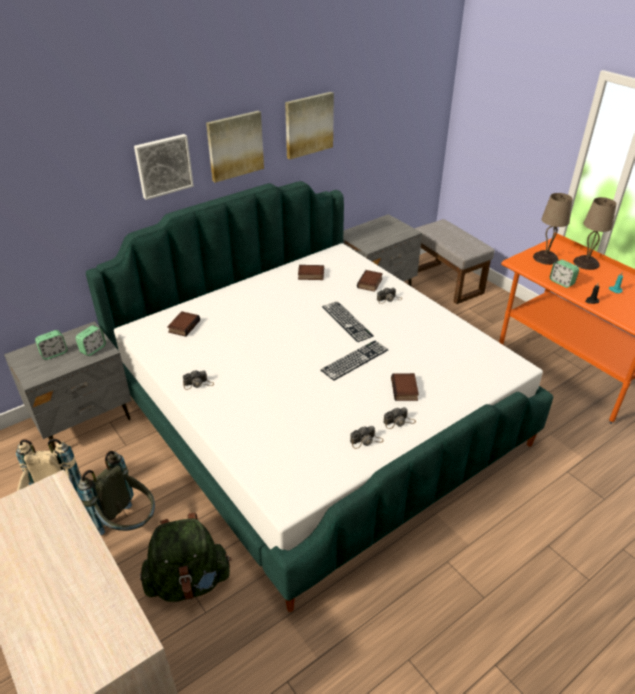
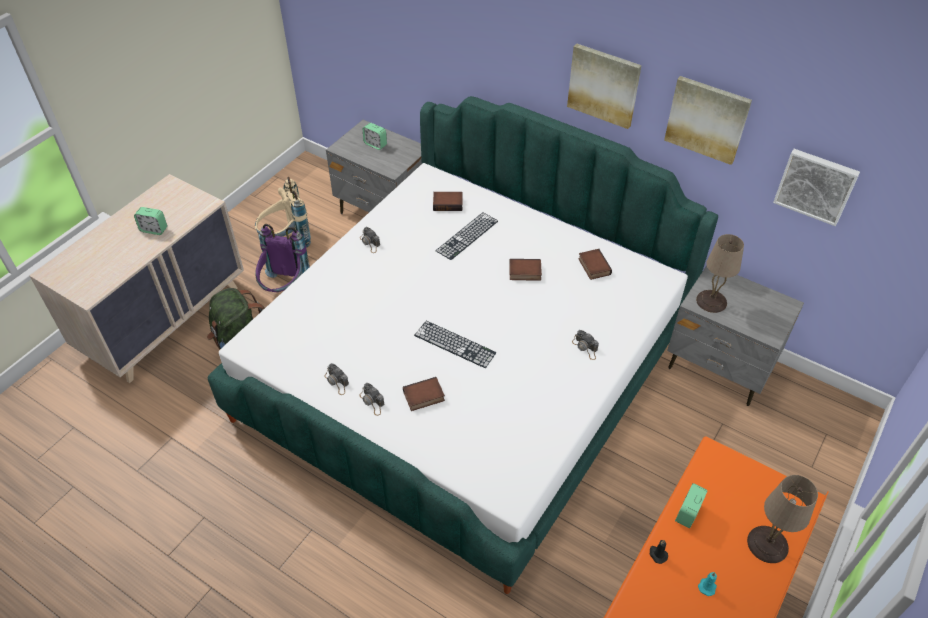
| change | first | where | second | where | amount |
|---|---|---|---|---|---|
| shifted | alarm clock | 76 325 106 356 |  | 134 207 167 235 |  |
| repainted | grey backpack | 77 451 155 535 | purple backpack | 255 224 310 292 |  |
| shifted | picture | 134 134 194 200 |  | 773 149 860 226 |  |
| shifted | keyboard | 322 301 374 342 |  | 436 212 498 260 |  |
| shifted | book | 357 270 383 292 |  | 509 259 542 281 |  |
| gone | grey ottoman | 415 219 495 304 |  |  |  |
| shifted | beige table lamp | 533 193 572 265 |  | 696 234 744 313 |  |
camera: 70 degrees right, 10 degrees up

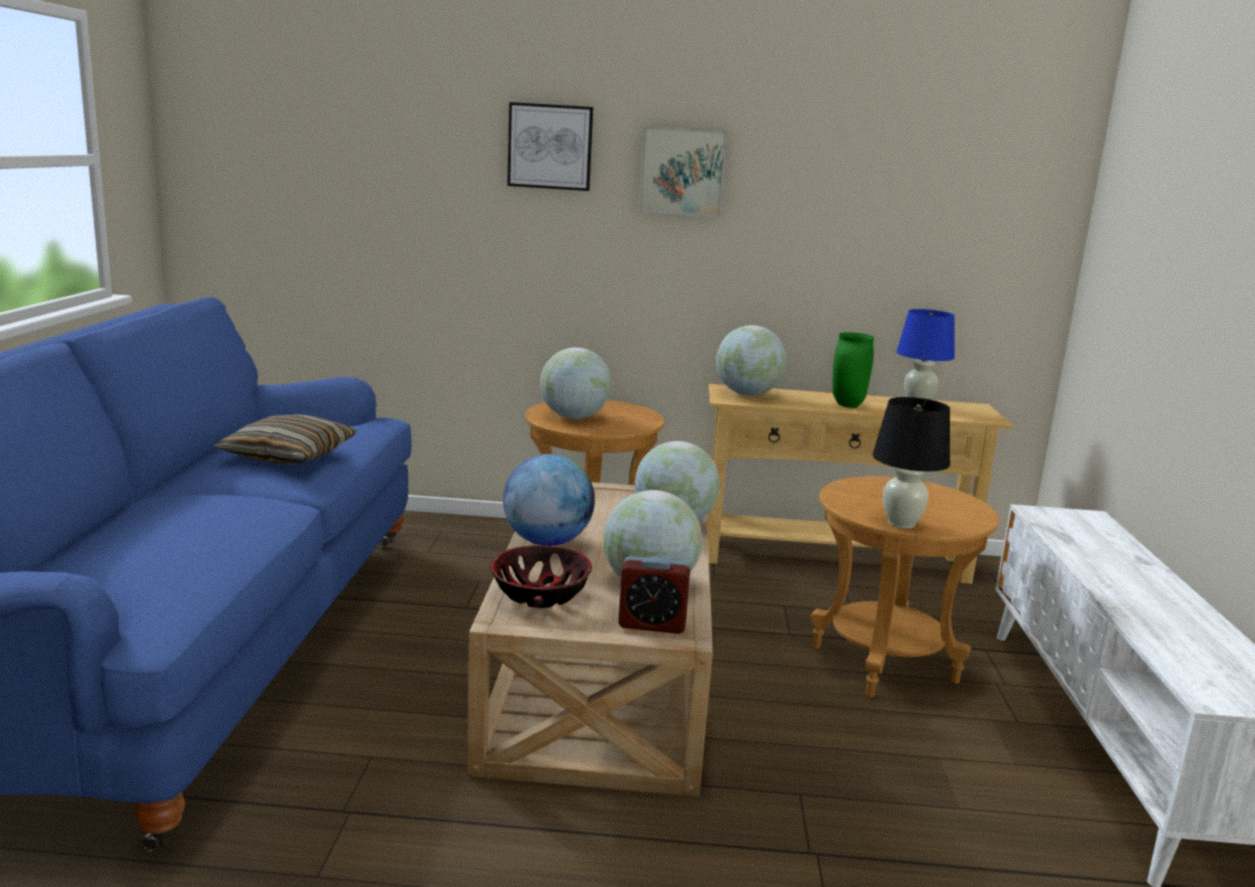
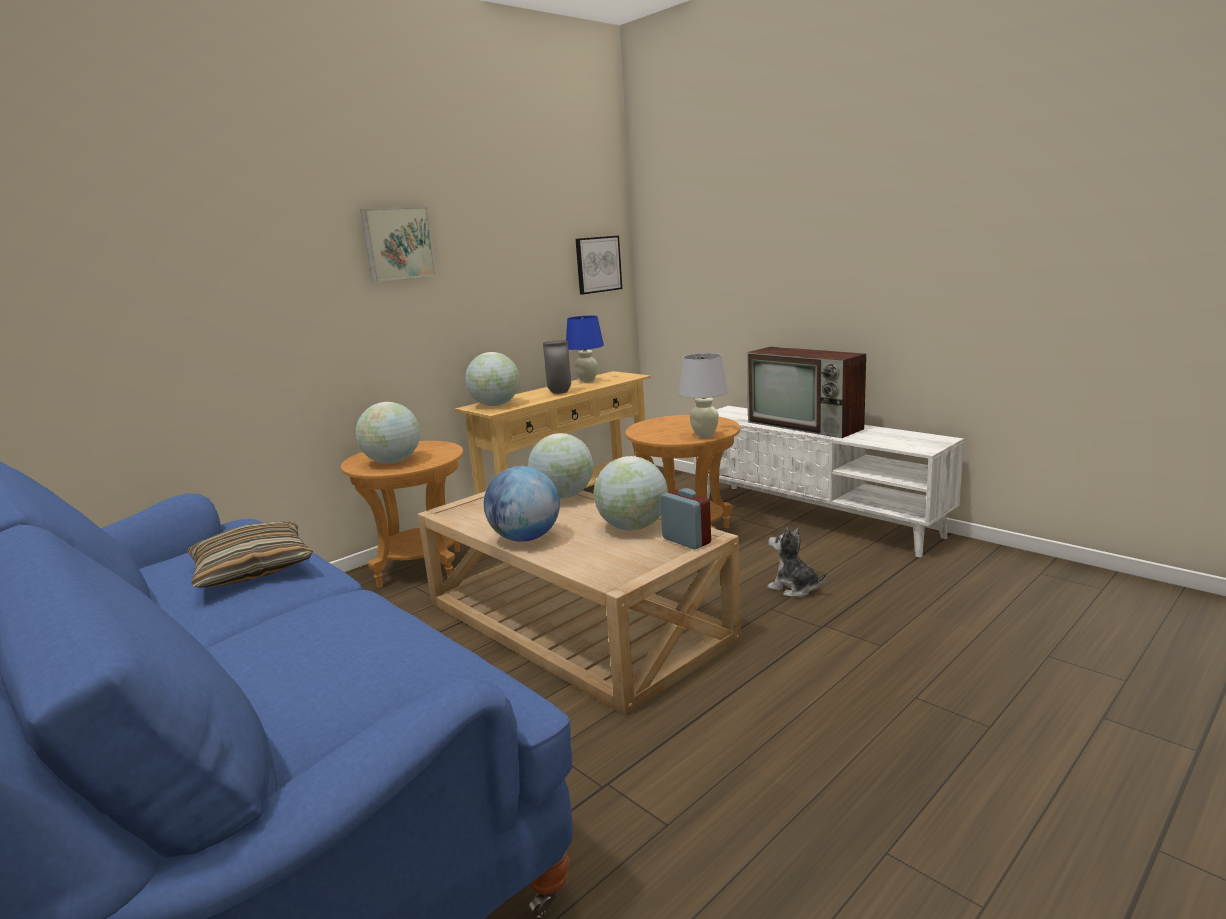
| change | first | where | second | where | amount |
|---|---|---|---|---|---|
| gone | bowl | 490 545 592 608 |  |  |  |
| shifted | picture | 507 102 593 191 |  | 575 236 622 295 |  |
| rotated | alarm clock | 618 556 691 634 |  | 660 488 711 549 | 90 degrees counterclockwise |
| repainted | green vase | 833 332 874 408 | grey vase | 543 340 571 394 |  |
| repainted | black table lamp | 873 397 950 529 | white table lamp | 679 353 728 438 |  |
| new |  |  | television | 747 347 866 438 |  |
| new |  |  | plush toy | 767 528 827 597 |  |
camera: 45 degrees left, 0 degrees up

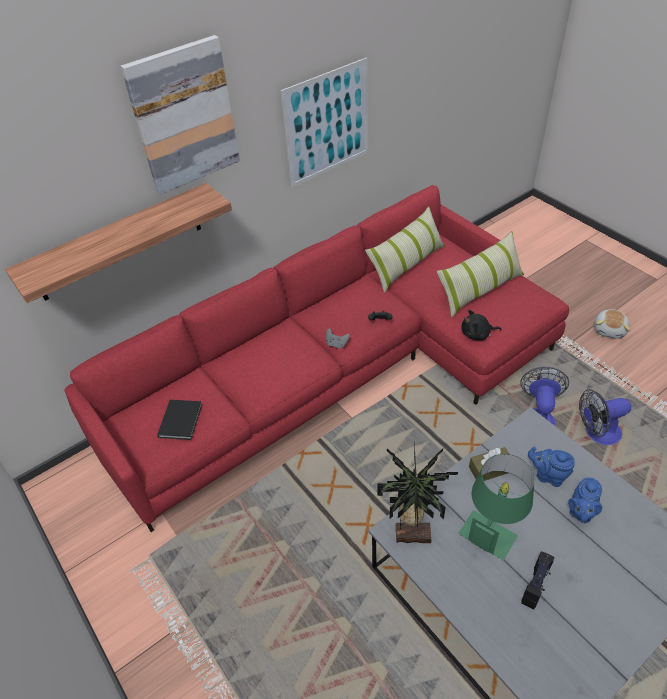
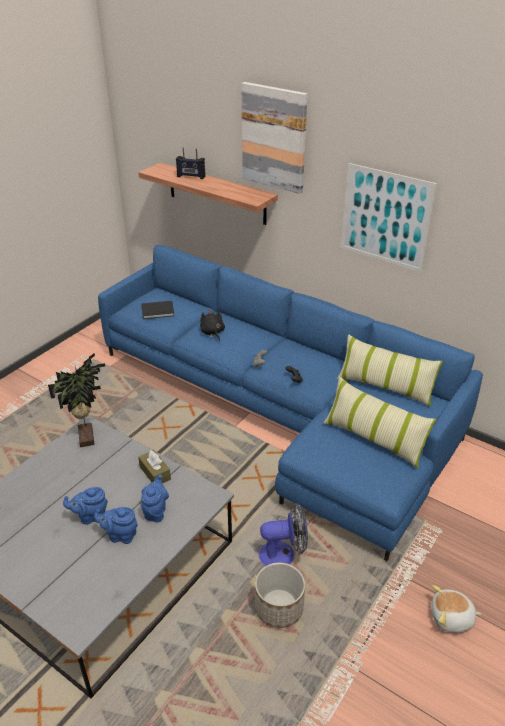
| change | first | where | second | where | amount |
|---|---|---|---|---|---|
| repainted | red sofa | 64 185 569 532 | blue sofa | 98 245 483 561 |  |
| gone | green table lamp | 458 454 534 560 |  |  |  |
| shifted | black plush toy | 461 310 501 340 |  | 200 310 225 342 |  |
| shifted | radio | 521 551 554 609 |  | 176 148 206 179 |  |
| swapped | fan | 579 389 631 445 | planter | 255 562 305 628 |  |
| new |  |  | blue teapot | 63 487 108 525 |  |
camera: 70 degrees right, 10 degrees down

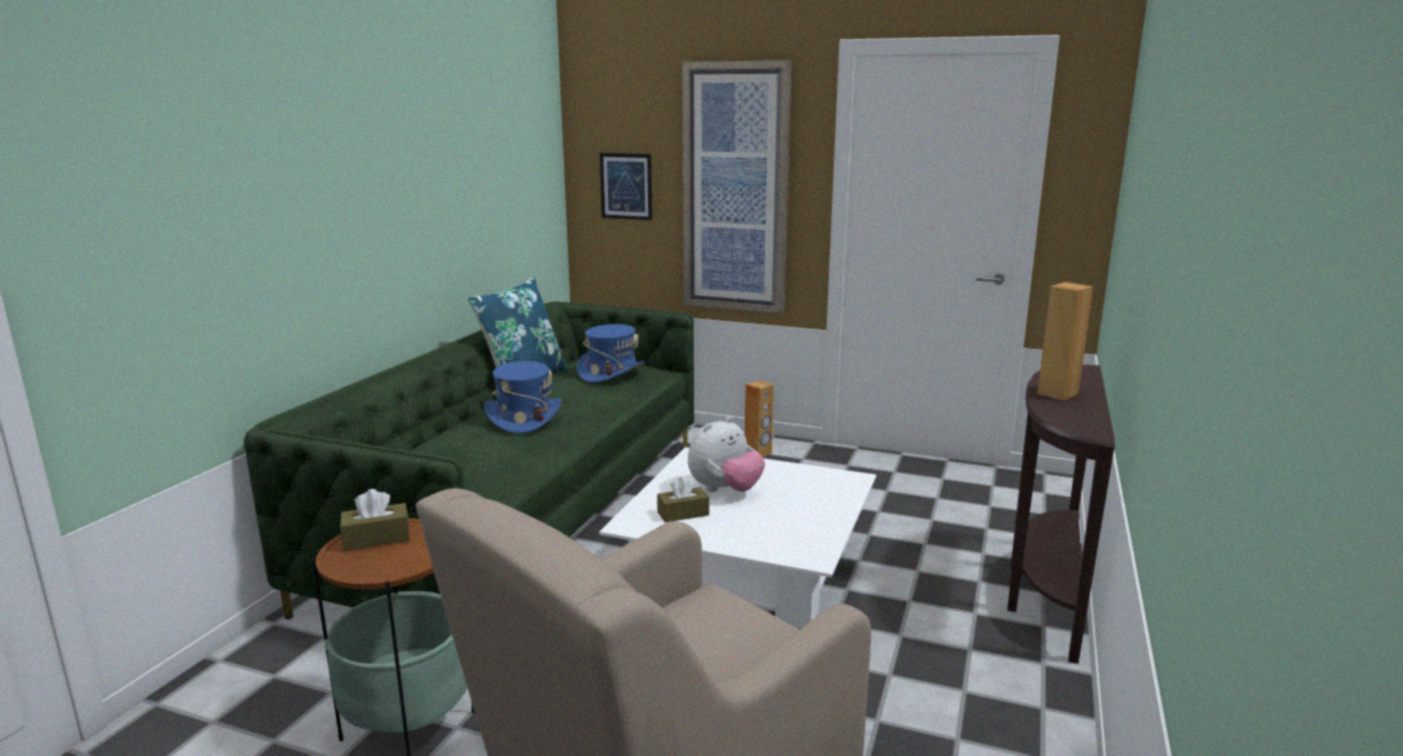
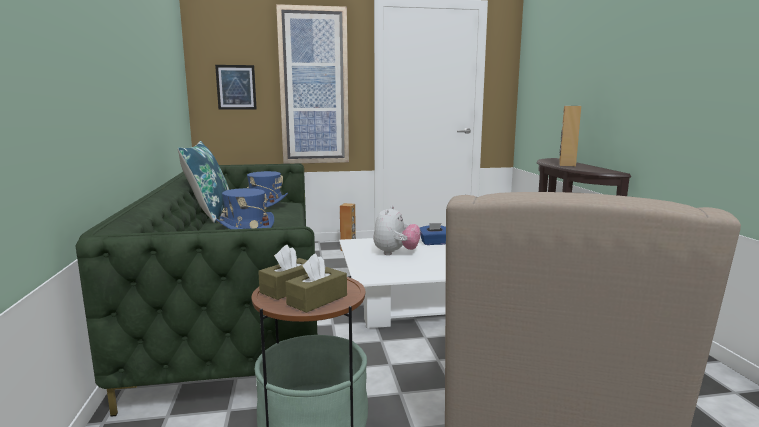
| change | first | where | second | where | amount |
|---|---|---|---|---|---|
| shifted | brown tissue box | 657 476 709 523 |  | 285 254 347 313 |  |
| new |  |  | blue tissue box | 420 223 446 245 |  |
camera: 30 degrees left, 5 degrees down

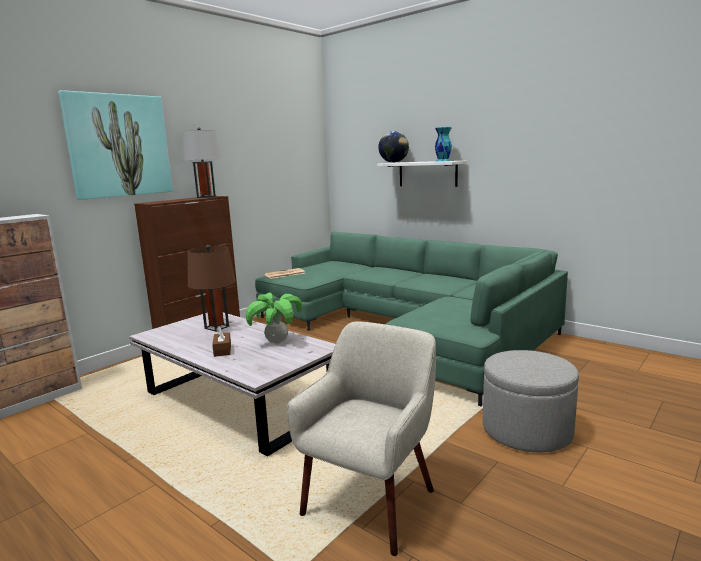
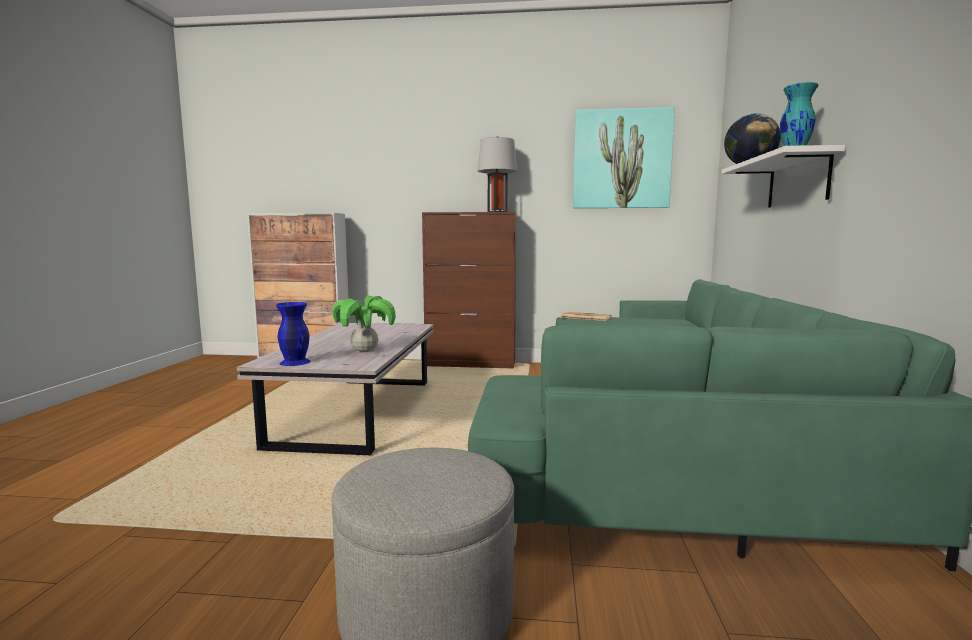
| change | first | where | second | where | amount |
|---|---|---|---|---|---|
| shifted | picture | 58 90 173 200 |  | 573 107 675 208 |  |
| gone | brown table lamp | 188 245 236 332 |  |  |  |
| gone | brown tissue box | 212 326 231 357 |  |  |  |
| gone | beige armchair | 287 321 436 556 |  |  |  |
| new |  |  | blue vase | 276 302 311 366 |  |
camera: 55 degrees right, 5 degrees down

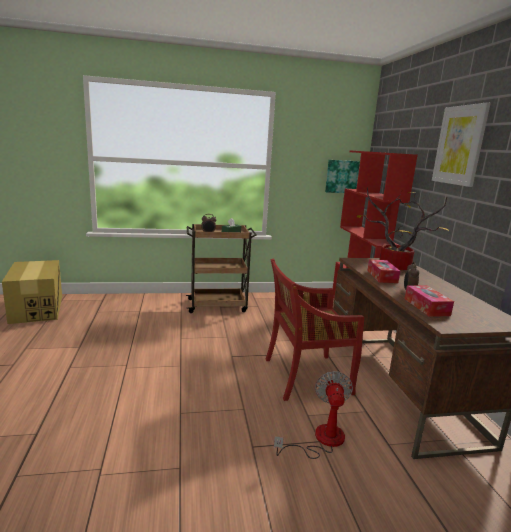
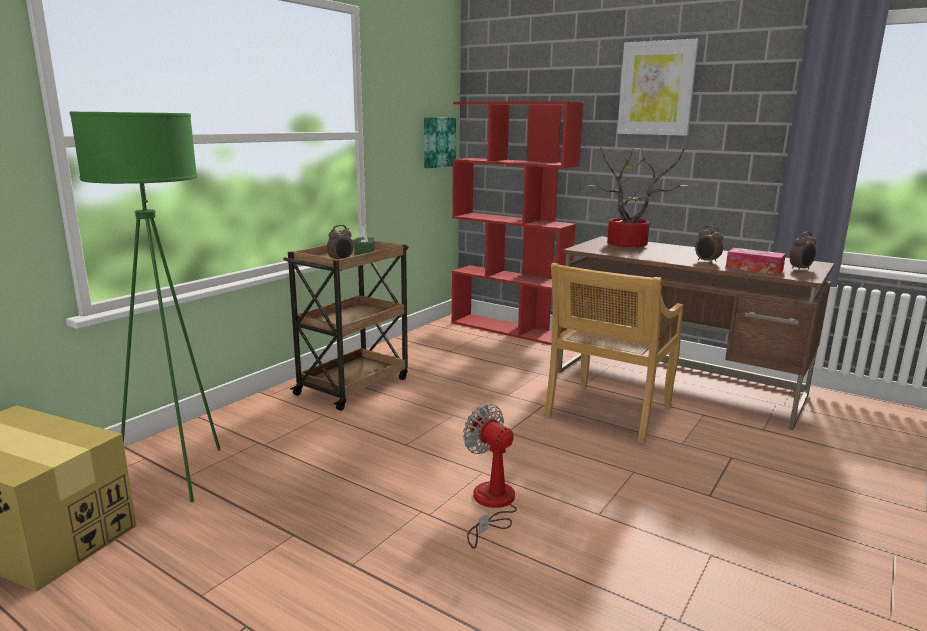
| change | first | where | second | where | amount |
|---|---|---|---|---|---|
| repainted | red chair | 266 259 364 401 | beige chair | 544 263 683 443 |  |
| shifted | fan | 274 371 353 459 |  | 463 404 517 549 |  |
| gone | tissue box | 367 259 400 283 |  |  |  |
| new |  |  | green floor lamp | 70 112 221 502 |  |
| new |  |  | alarm clock | 790 232 817 271 |  |
camera: 45 degrees left, 0 degrees up

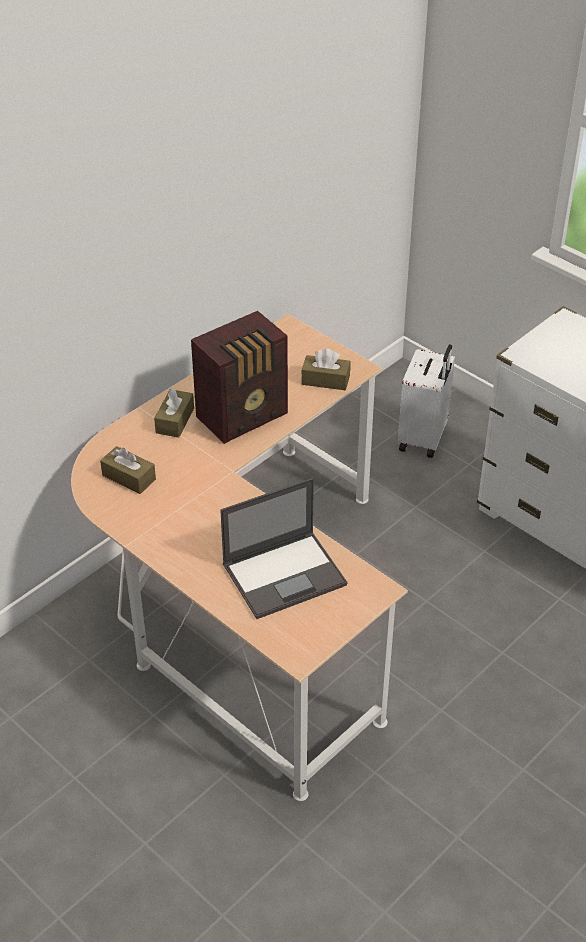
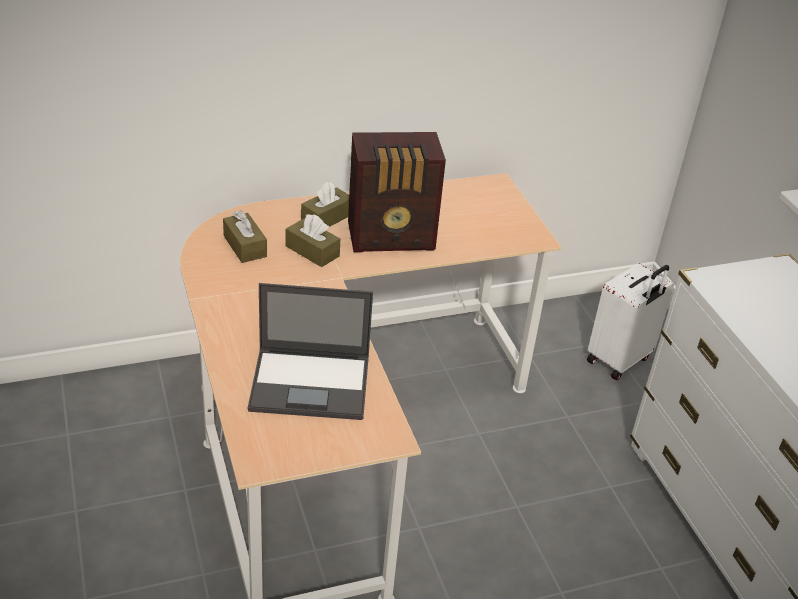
| change | first | where | second | where | amount |
|---|---|---|---|---|---|
| shifted | brown tissue box | 301 349 350 390 |  | 286 214 340 267 |  |
camera: 25 degrees right, 5 degrees down

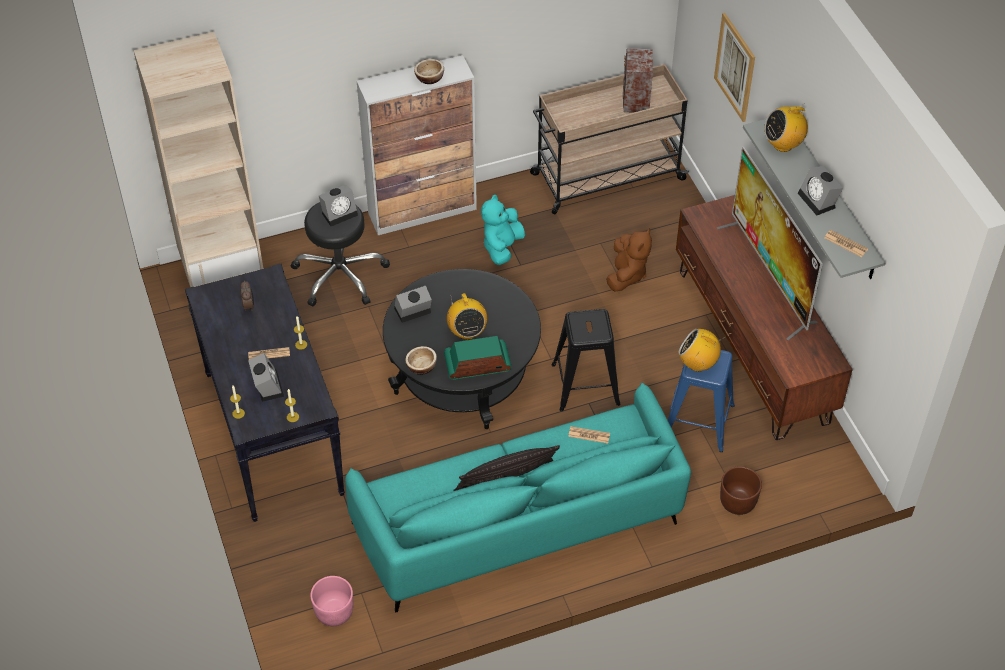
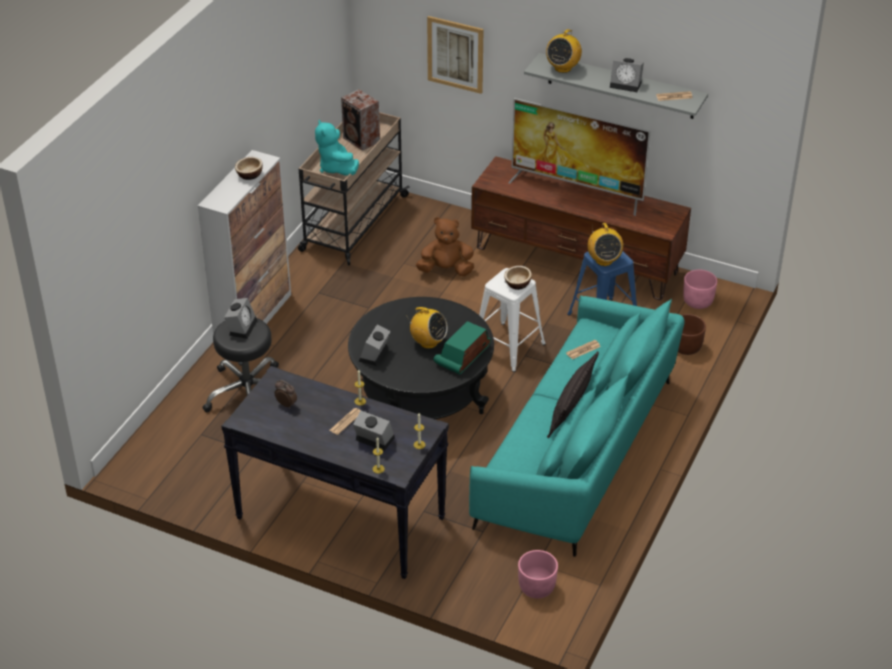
| change | first | where | second | where | amount |
|---|---|---|---|---|---|
| gone | beige bookcase | 134 32 263 287 |  |  |  |
| shifted | bowl | 405 346 437 375 |  | 504 266 532 290 |  |
| shifted | turquoise plush toy | 481 195 525 265 |  | 315 119 359 176 |  |
| repainted | black stool | 552 309 621 412 | white stool | 479 268 546 372 |  |
| rotated | brown plush toy | 606 228 652 291 |  | 416 217 474 276 | 60 degrees counterclockwise |
| rotated | radio | 678 329 726 372 |  | 587 223 623 266 | 75 degrees counterclockwise |
| new |  |  | pink planter | 683 270 717 309 |  |
camera: 45 degrees left, 10 degrees down

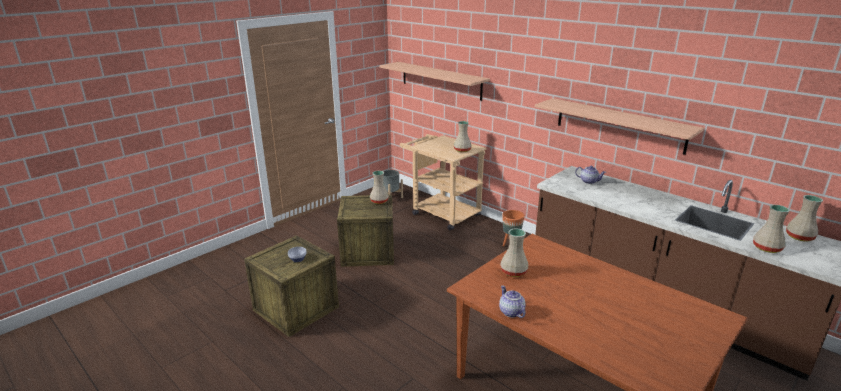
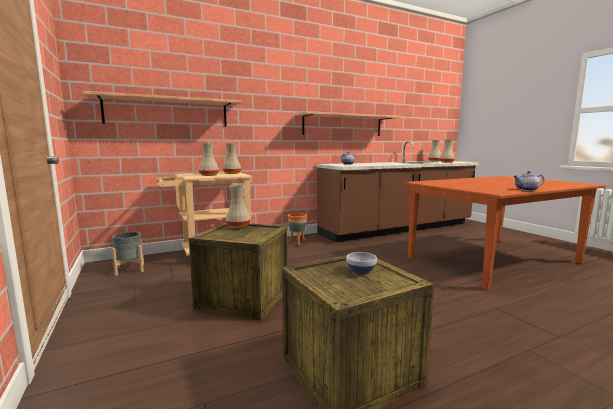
| change | first | where | second | where | amount |
|---|---|---|---|---|---|
| shifted | beige vase | 500 228 529 277 |  | 199 143 219 176 |  |
camera: 70 degrees left, 15 degrees down

